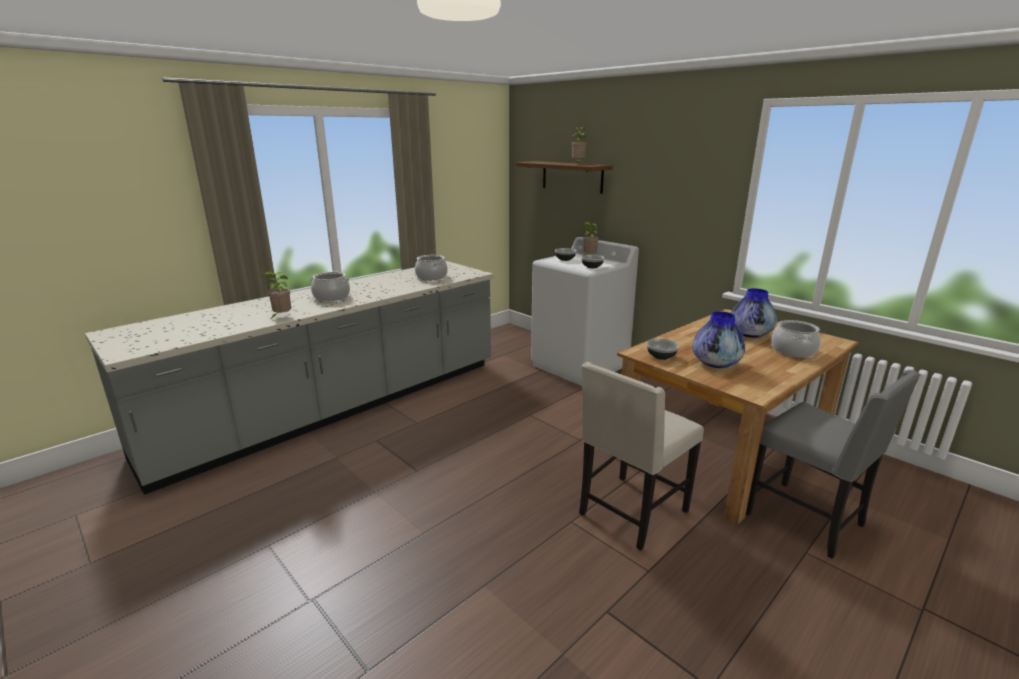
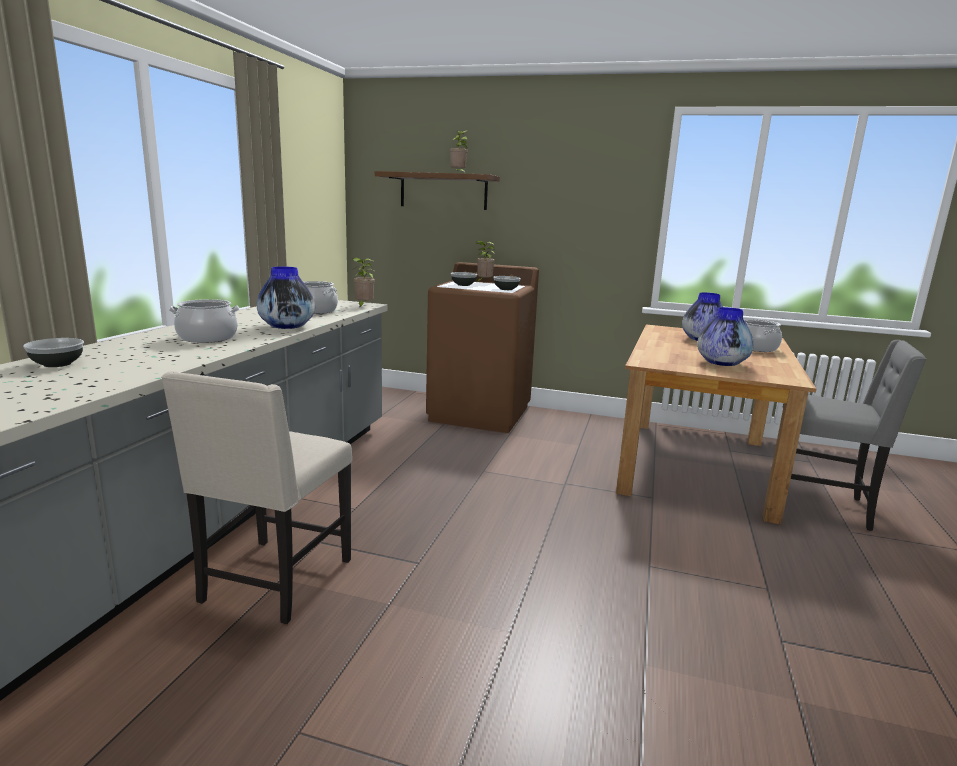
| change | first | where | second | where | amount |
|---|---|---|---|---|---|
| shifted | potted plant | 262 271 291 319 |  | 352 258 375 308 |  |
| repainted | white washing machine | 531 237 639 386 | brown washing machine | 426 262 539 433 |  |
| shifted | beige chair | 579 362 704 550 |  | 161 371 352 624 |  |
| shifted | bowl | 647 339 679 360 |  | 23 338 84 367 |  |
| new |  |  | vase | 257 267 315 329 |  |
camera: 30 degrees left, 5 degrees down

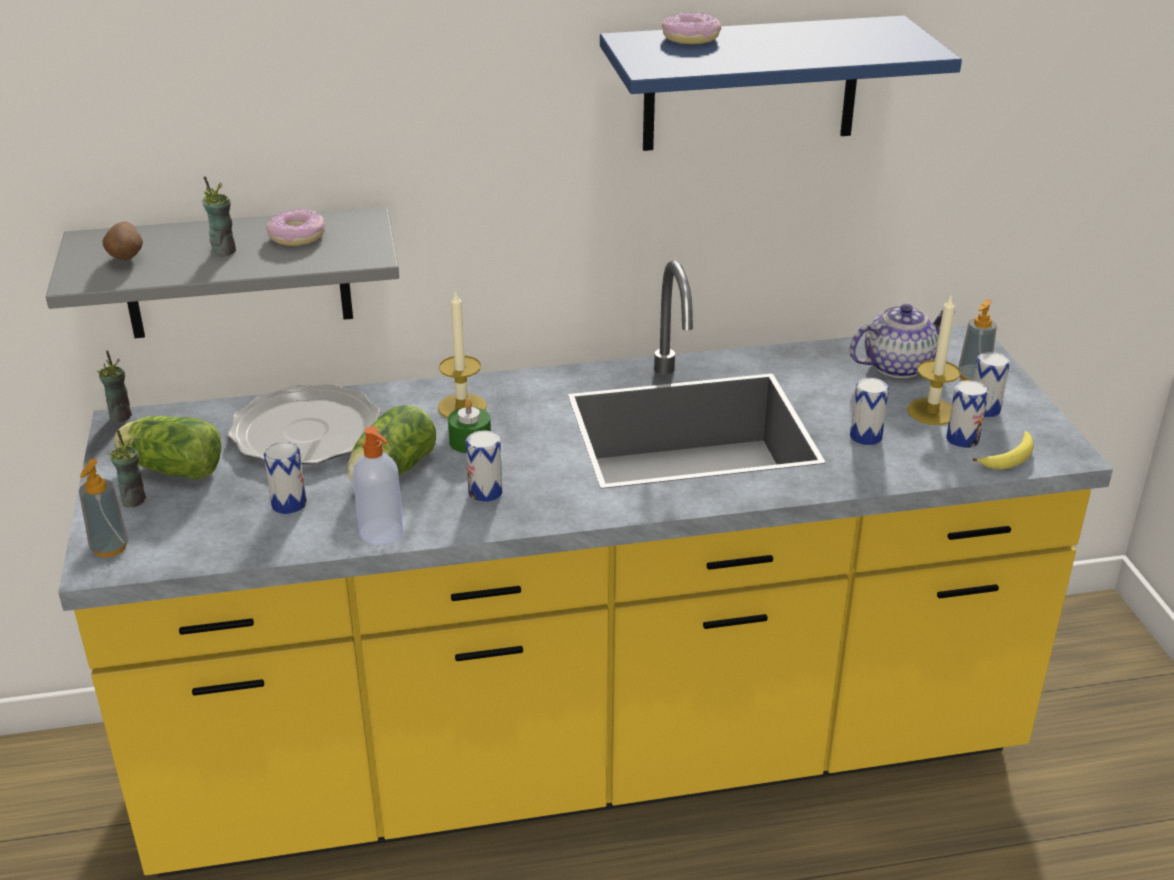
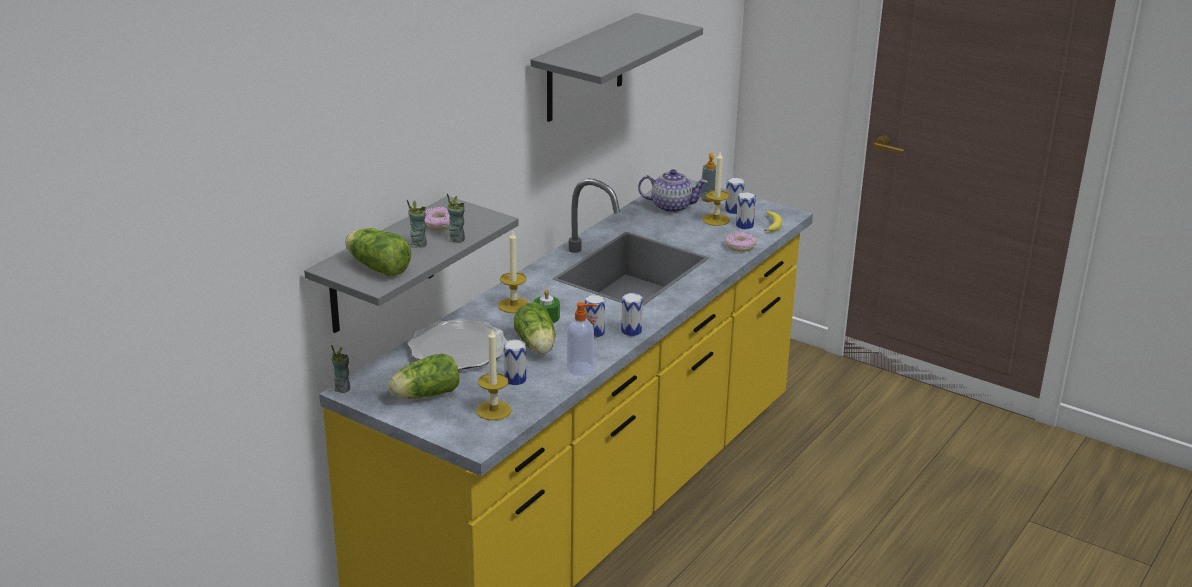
| change | first | where | second | where | amount |
|---|---|---|---|---|---|
| gone | soap dispenser | 79 459 129 557 |  |  |  |
| swapped | potato | 103 221 143 261 | lettuce | 345 228 412 276 |  |
| shifted | cup | 108 430 146 507 |  | 447 193 465 243 |  |
| repainted | blue shelf | 600 16 962 151 | grey shelf | 531 13 703 122 |  |
| shifted | donut | 662 13 721 44 |  | 725 231 757 252 |  |
| rotated | teapot | 850 304 956 378 |  | 638 169 708 213 | 75 degrees clockwise |
| shifted | can | 850 378 889 446 |  | 621 293 643 336 |  |
| new |  |  | candle | 476 329 512 421 |  |
camera: 45 degrees left, 5 degrees down

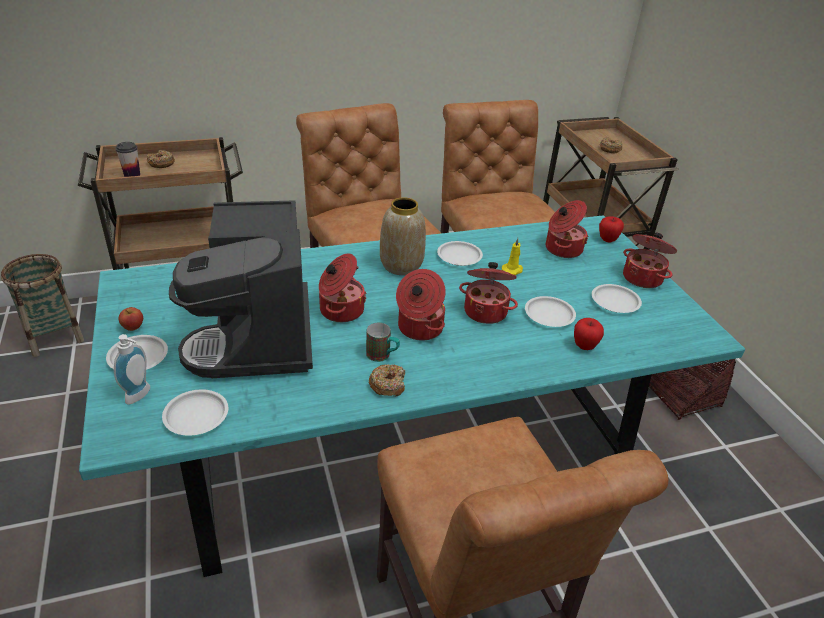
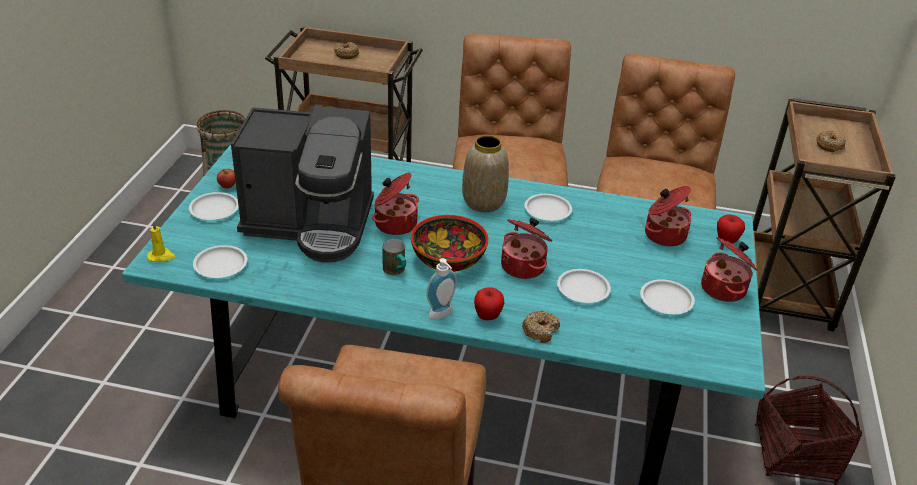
| change | first | where | second | where | amount |
|---|---|---|---|---|---|
| shifted | soap dispenser | 114 334 150 405 |  | 426 258 457 320 |  |
| gone | cup | 115 142 140 177 |  |  |  |
| rotated | coffee machine | 169 200 313 378 |  | 231 106 374 263 | 105 degrees counterclockwise |
| shifted | donut | 369 364 405 396 |  | 522 311 560 343 |  |
| swapped | cooking pot | 396 269 446 341 | bowl | 411 215 488 272 |  |
| shifted | yellow candle | 502 238 523 275 |  | 147 221 175 262 |  |
| shifted | apple | 574 318 604 350 |  | 474 287 504 320 |  |
camera: 30 degrees right, 0 degrees up

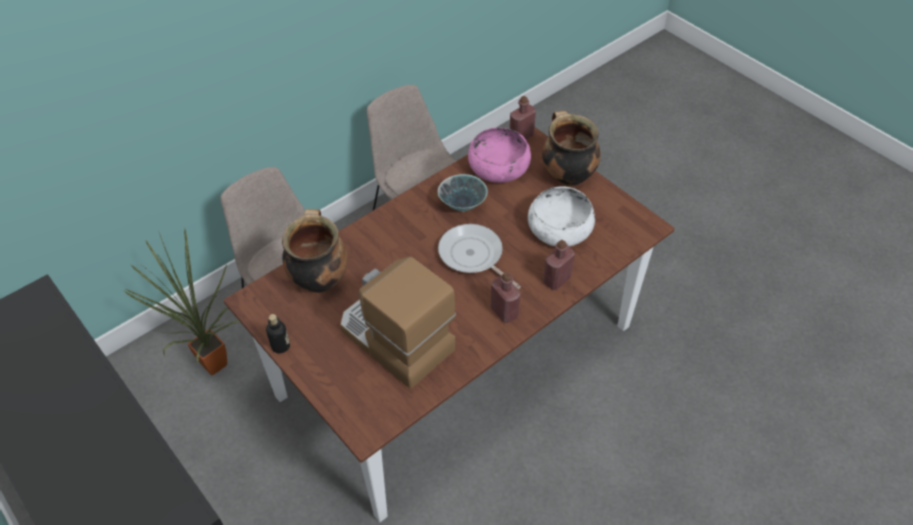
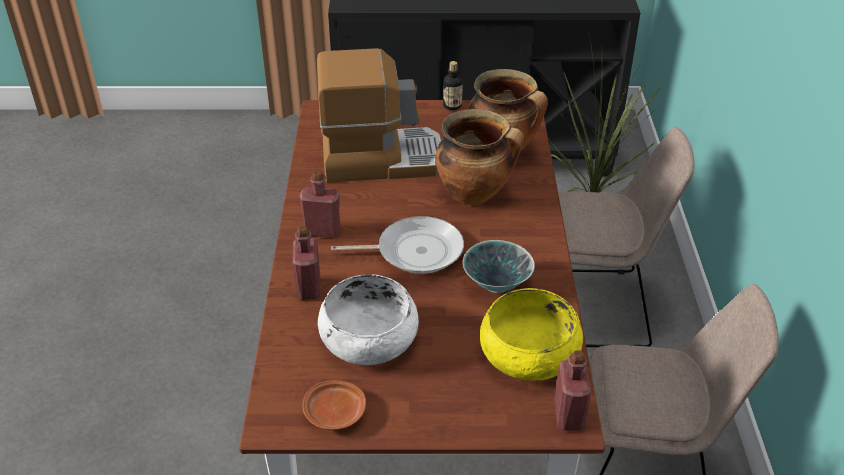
| change | first | where | second | where | amount |
|---|---|---|---|---|---|
| repainted | pink bowl | 468 128 531 183 | yellow bowl | 480 288 583 381 |  |
| shifted | cooking pot | 542 111 601 187 |  | 435 109 524 205 |  |
| new |  |  | brown plate | 302 380 366 430 |  |
camera: 130 degrees right, 10 degrees down

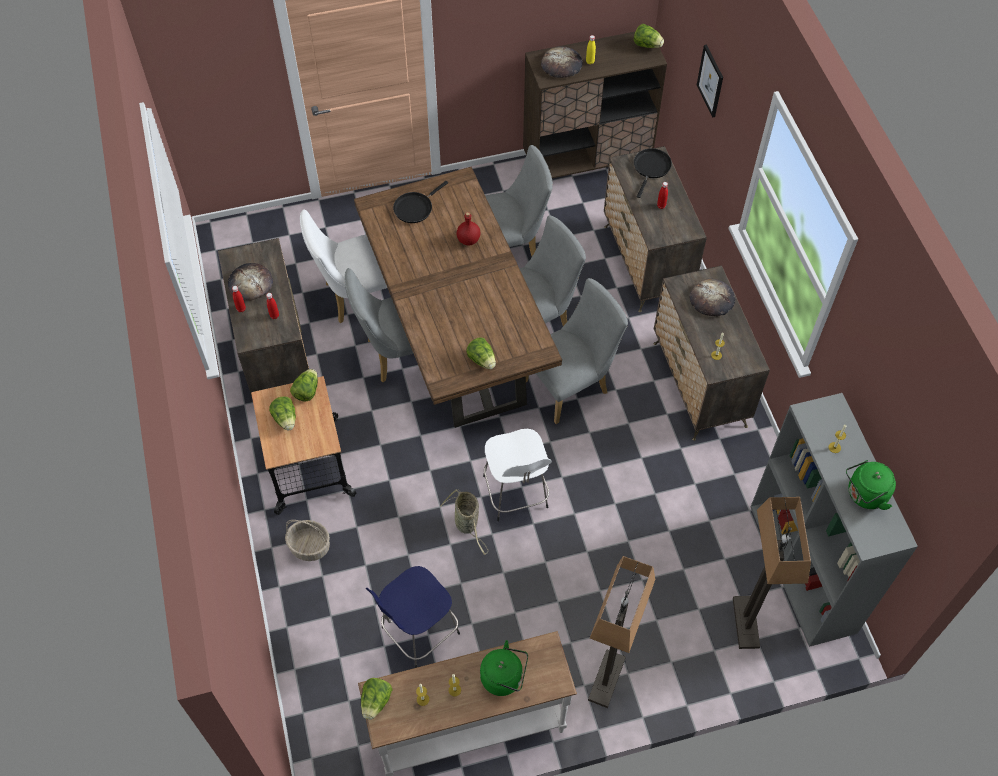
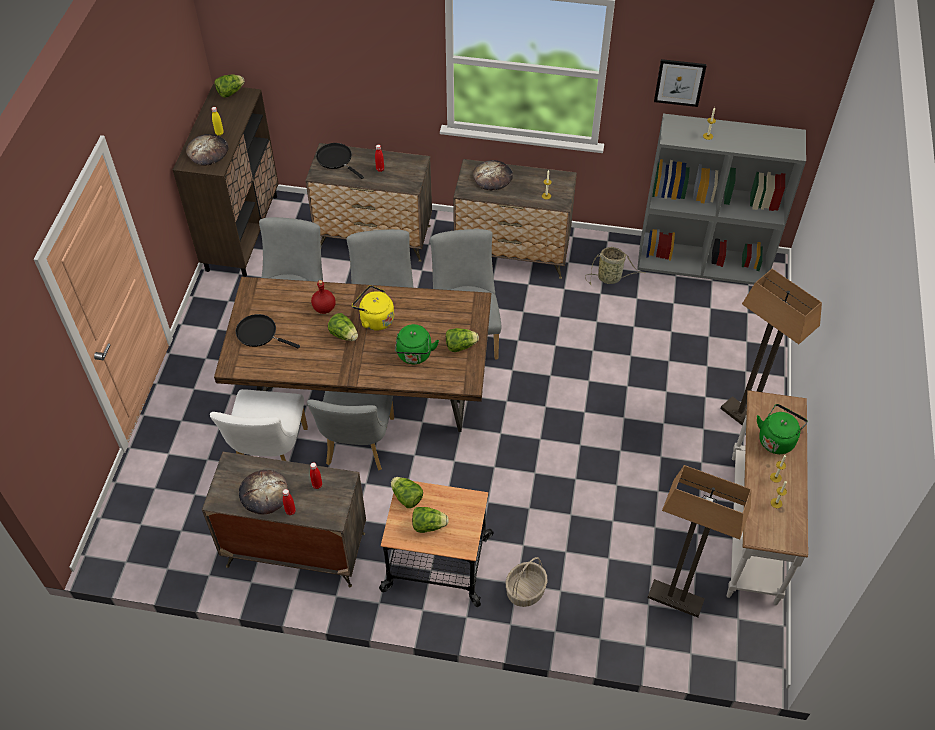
| change | first | where | second | where | amount |
|---|---|---|---|---|---|
| shifted | lettuce | 361 678 393 720 |  | 328 313 358 341 |  |
| gone | blue stool | 366 566 460 668 |  |  |  |
| rotated | black frying pan | 393 181 448 223 |  | 236 314 300 349 | 135 degrees clockwise |
| shifted | basket | 440 489 488 555 |  | 585 247 646 285 |  |
| gone | white stool | 483 429 552 521 |  |  |  |
| shifted | picture | 697 45 723 118 |  | 654 59 707 107 |  |
| shifted | floor lamp | 733 497 811 649 |  | 647 465 752 618 |  |
| shifted | green kettle | 846 460 896 510 |  | 395 324 439 364 |  |
| new |  |  | yellow kettle | 352 285 394 331 |  |
camera: 65 degrees left, 5 degrees down

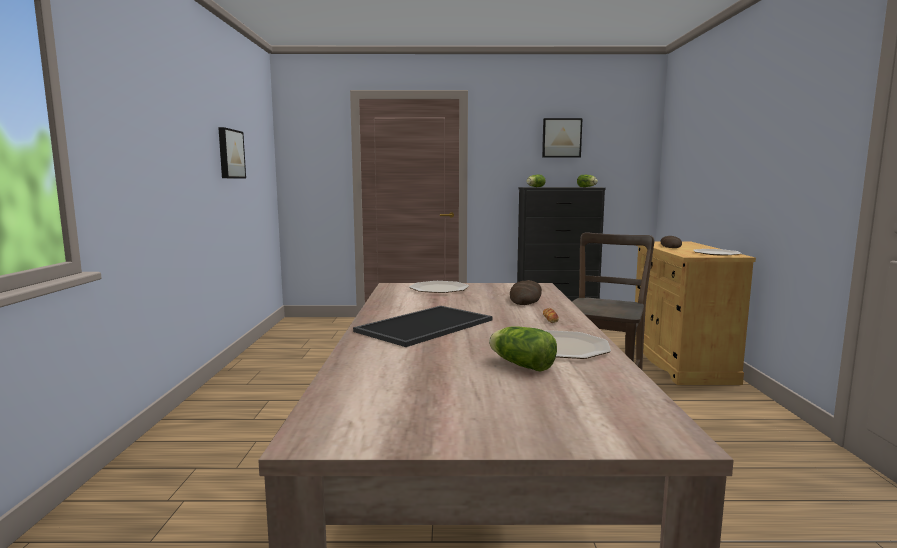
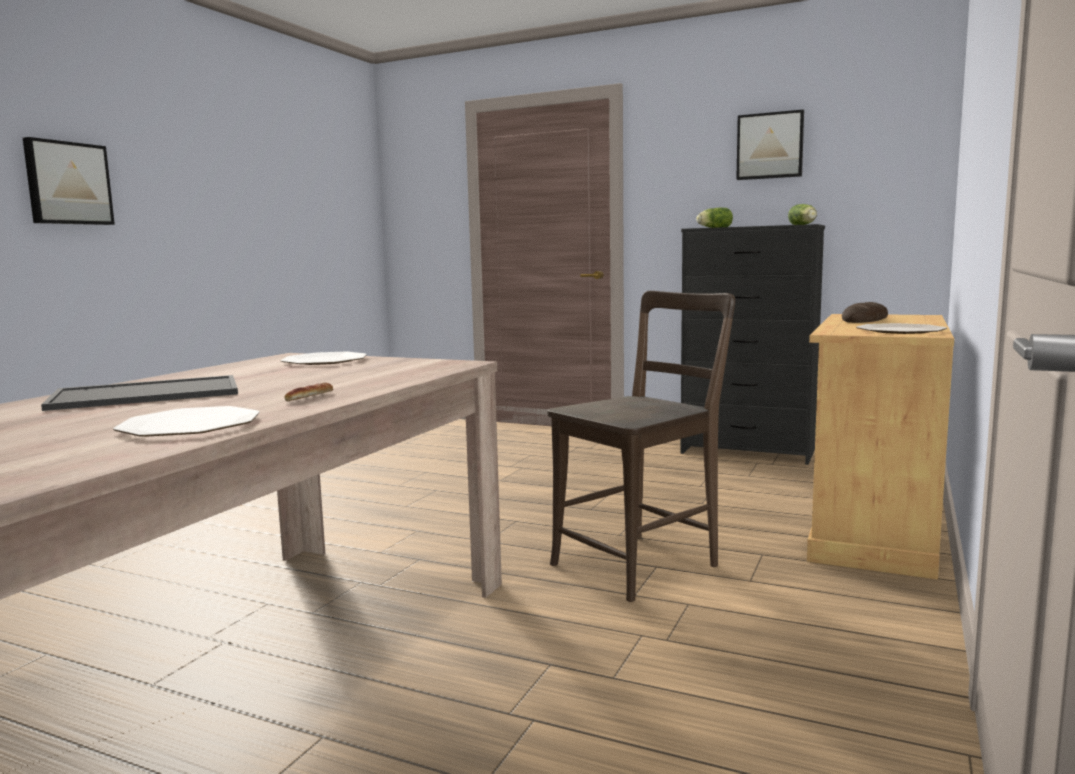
| change | first | where | second | where | amount |
|---|---|---|---|---|---|
| shifted | picture | 218 127 246 179 |  | 23 137 115 225 |  |
| gone | lettuce | 489 326 557 372 |  |  |  |
| gone | bread | 510 280 542 305 |  |  |  |
camera: 25 degrees right, 0 degrees up

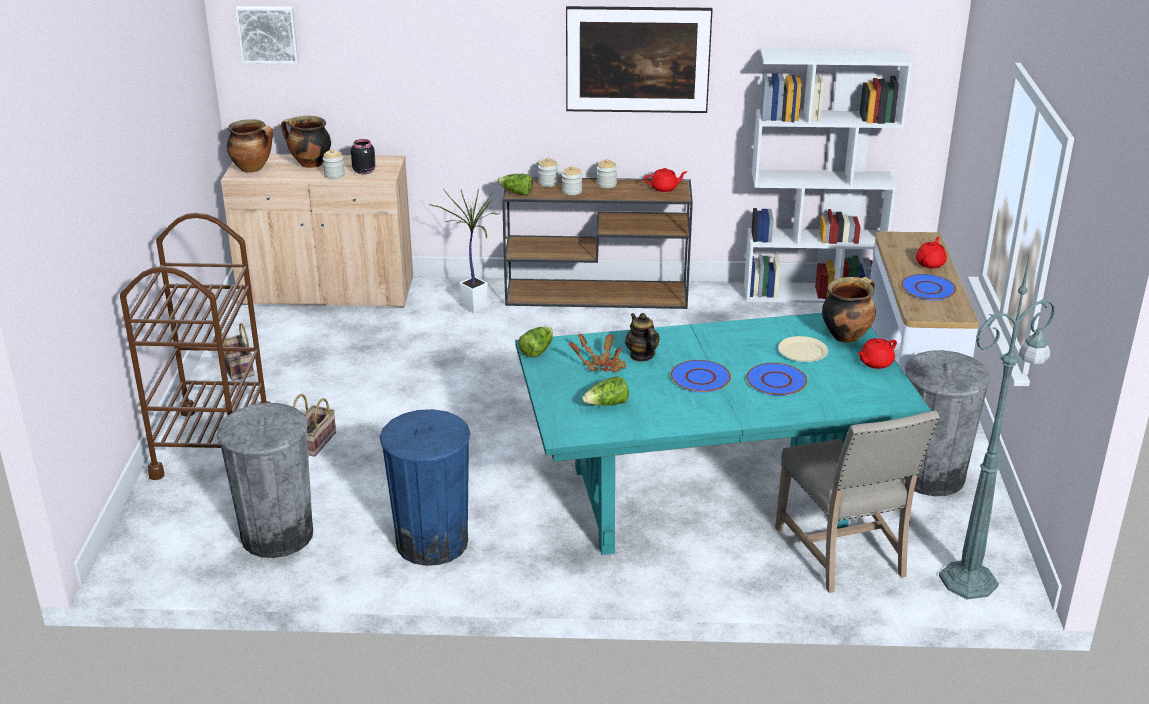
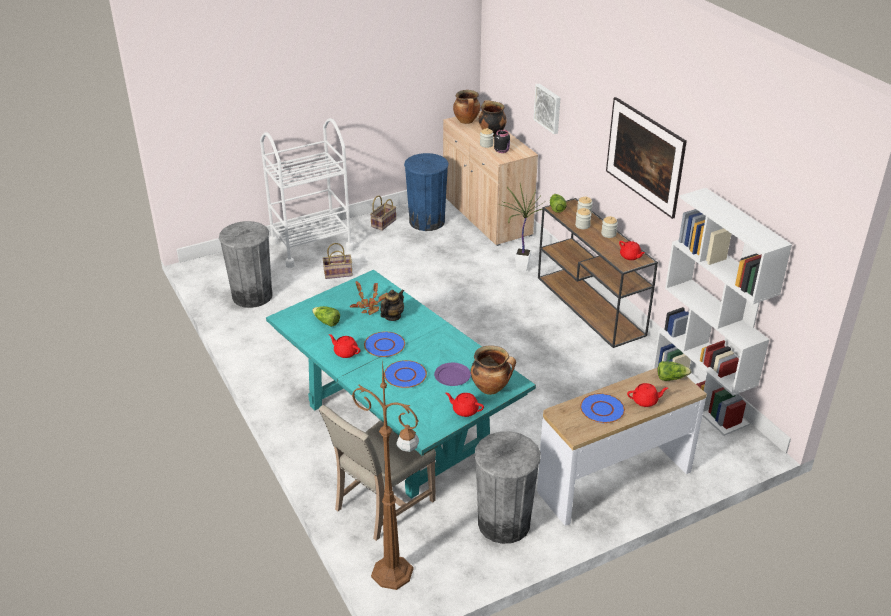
| change | first | where | second | where | amount |
|---|---|---|---|---|---|
| repainted | brown cart | 120 212 271 480 | white cart | 260 118 354 268 |  |
| shifted | picture | 235 6 299 64 |  | 533 83 560 134 |  |
| shifted | blue trash can | 380 409 470 566 |  | 404 153 449 231 |  |
| shifted | lettuce | 518 327 553 358 |  | 657 361 692 381 |  |
| repainted | beige plate | 778 336 828 362 | purple plate | 434 363 471 386 |  |
| repainted | green floor lamp | 939 254 1055 599 | brown floor lamp | 352 361 419 590 |  |
| new |  |  | red teapot | 329 334 360 358 |  |
camera: 60 degrees right, 5 degrees up

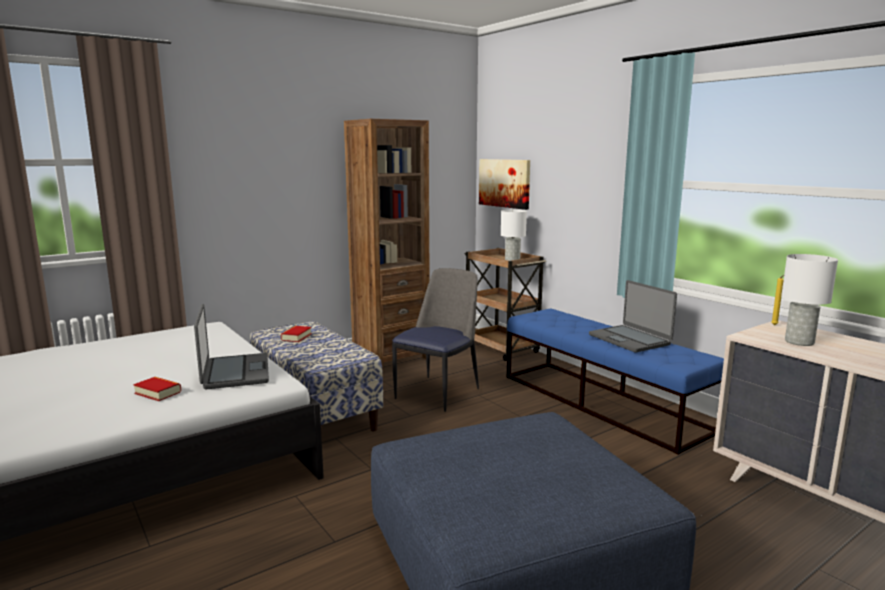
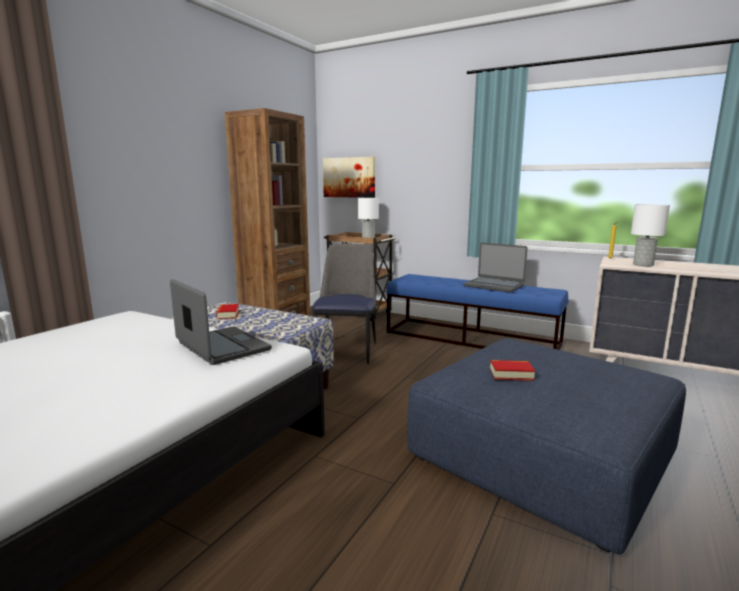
| change | first | where | second | where | amount |
|---|---|---|---|---|---|
| shifted | book | 133 377 181 401 |  | 490 360 535 381 |  |
camera: 25 degrees left, 0 degrees up

